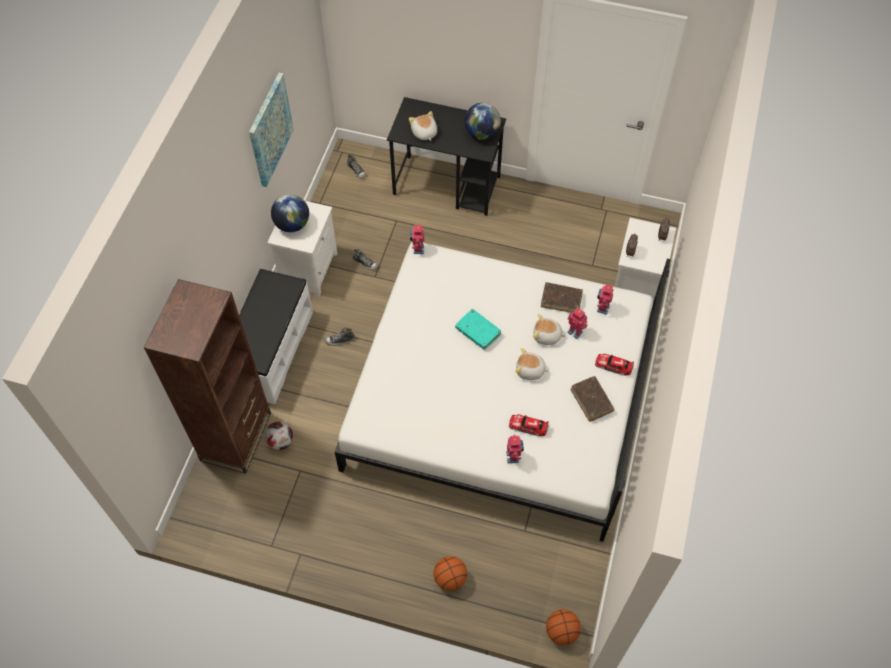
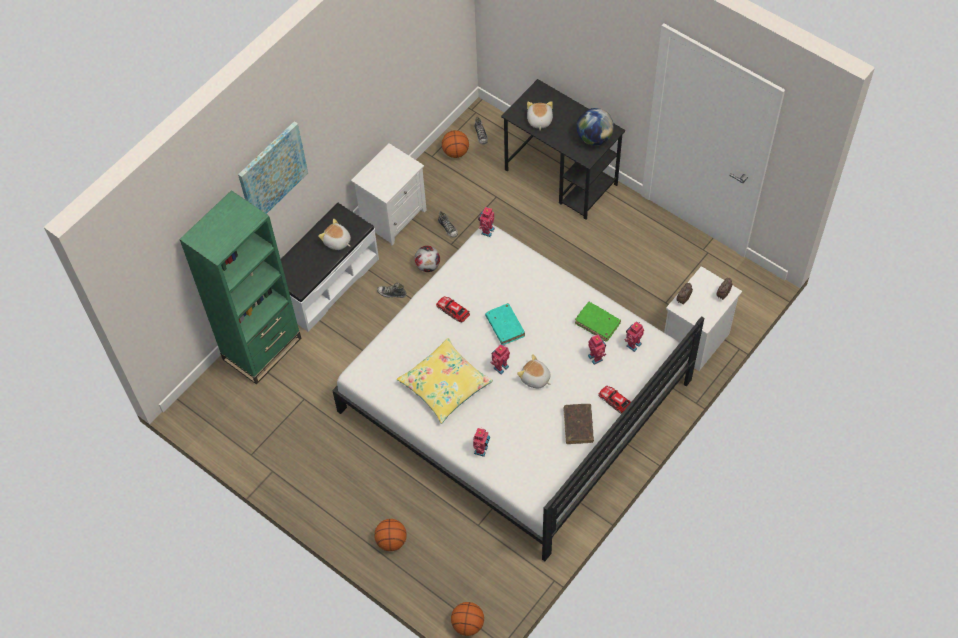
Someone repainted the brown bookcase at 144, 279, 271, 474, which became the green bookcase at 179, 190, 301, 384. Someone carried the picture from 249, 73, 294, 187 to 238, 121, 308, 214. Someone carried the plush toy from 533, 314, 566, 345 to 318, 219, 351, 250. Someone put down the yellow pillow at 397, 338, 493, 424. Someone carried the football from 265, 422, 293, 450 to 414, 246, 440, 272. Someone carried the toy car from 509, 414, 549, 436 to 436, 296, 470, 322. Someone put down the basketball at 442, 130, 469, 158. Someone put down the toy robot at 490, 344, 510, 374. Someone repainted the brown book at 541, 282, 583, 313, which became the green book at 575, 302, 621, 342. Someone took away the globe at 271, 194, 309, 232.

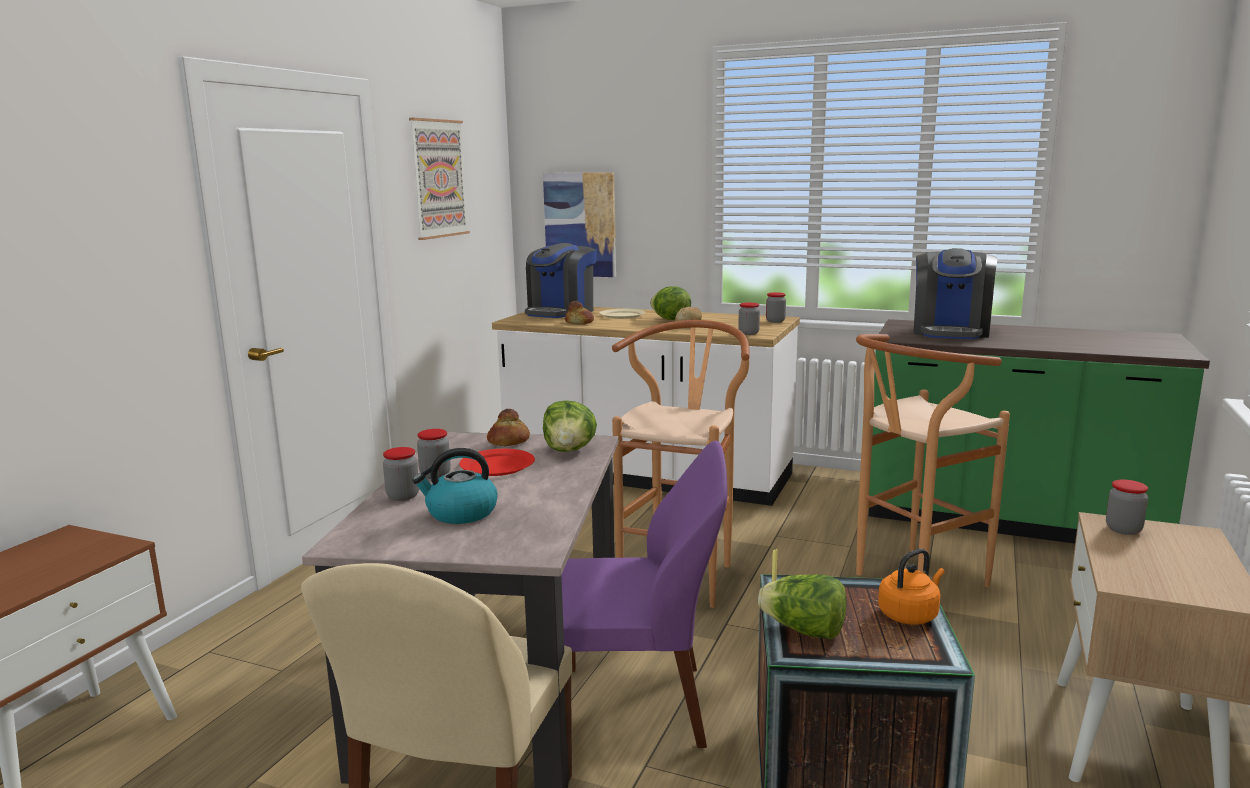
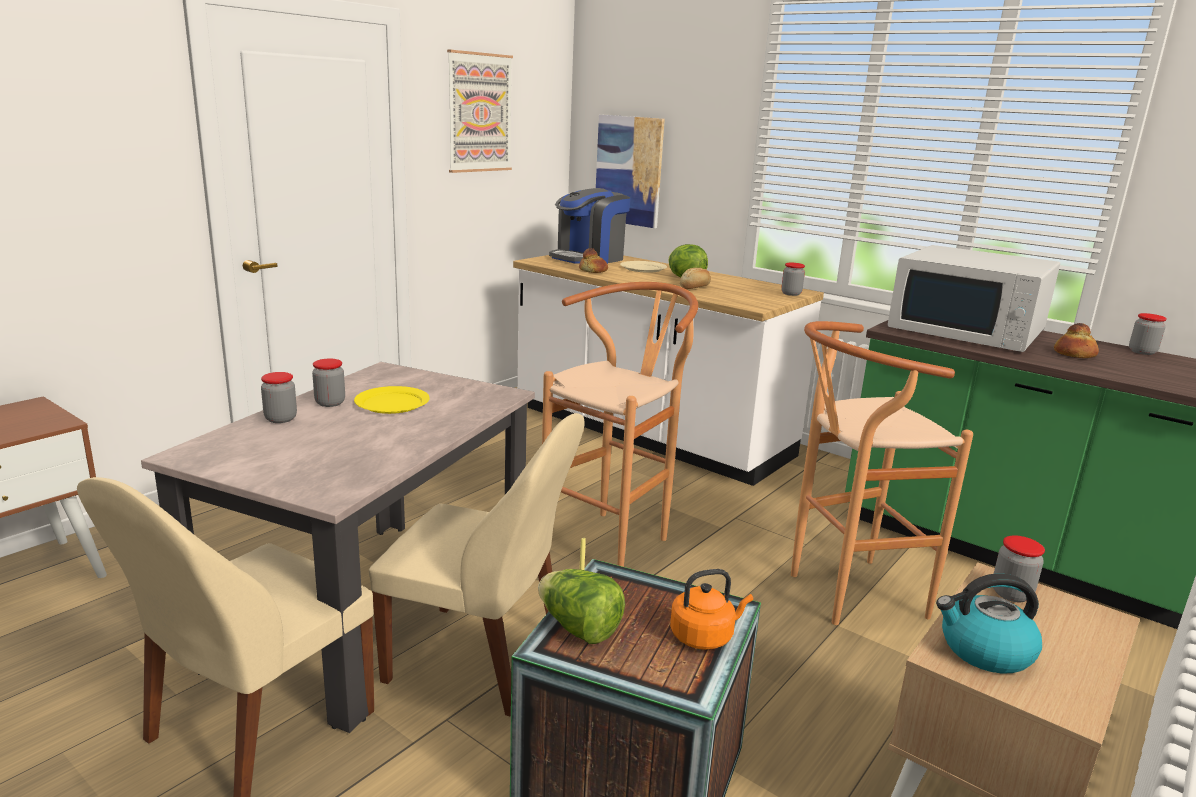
Someone repainted the red plate at 459, 449, 535, 476, which became the yellow plate at 354, 386, 430, 414. Someone repainted the purple chair at 561, 441, 727, 748, which became the beige chair at 369, 413, 585, 717. Someone swapped the coffee machine at 913, 248, 998, 339 for the white microwave at 888, 245, 1060, 352. Someone carried the kettle from 412, 448, 497, 524 to 936, 574, 1042, 673. Someone carried the bread from 487, 409, 530, 446 to 1054, 323, 1099, 358. Someone carried the jar from 738, 302, 760, 335 to 1129, 313, 1167, 355. Someone took away the lettuce at 543, 400, 597, 452.

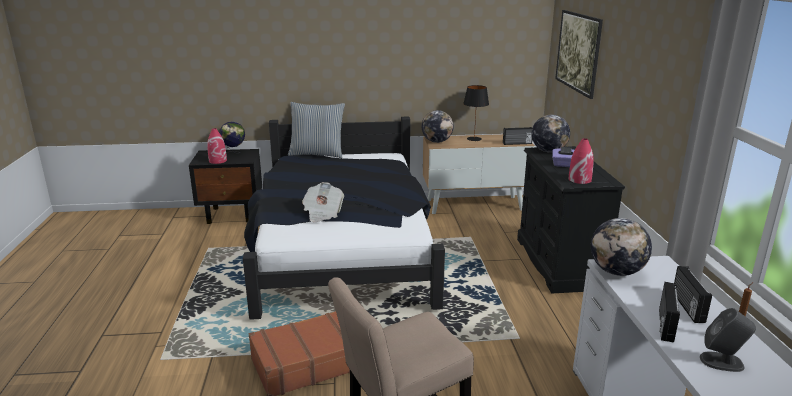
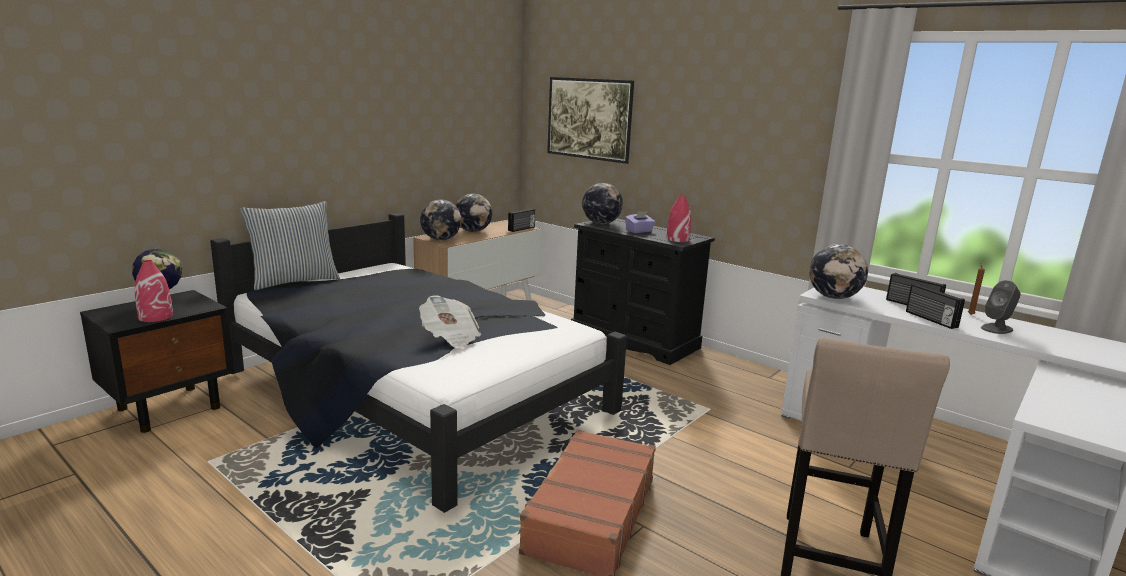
Someone swapped the black table lamp at 463, 85, 489, 141 for the globe at 455, 194, 492, 232.

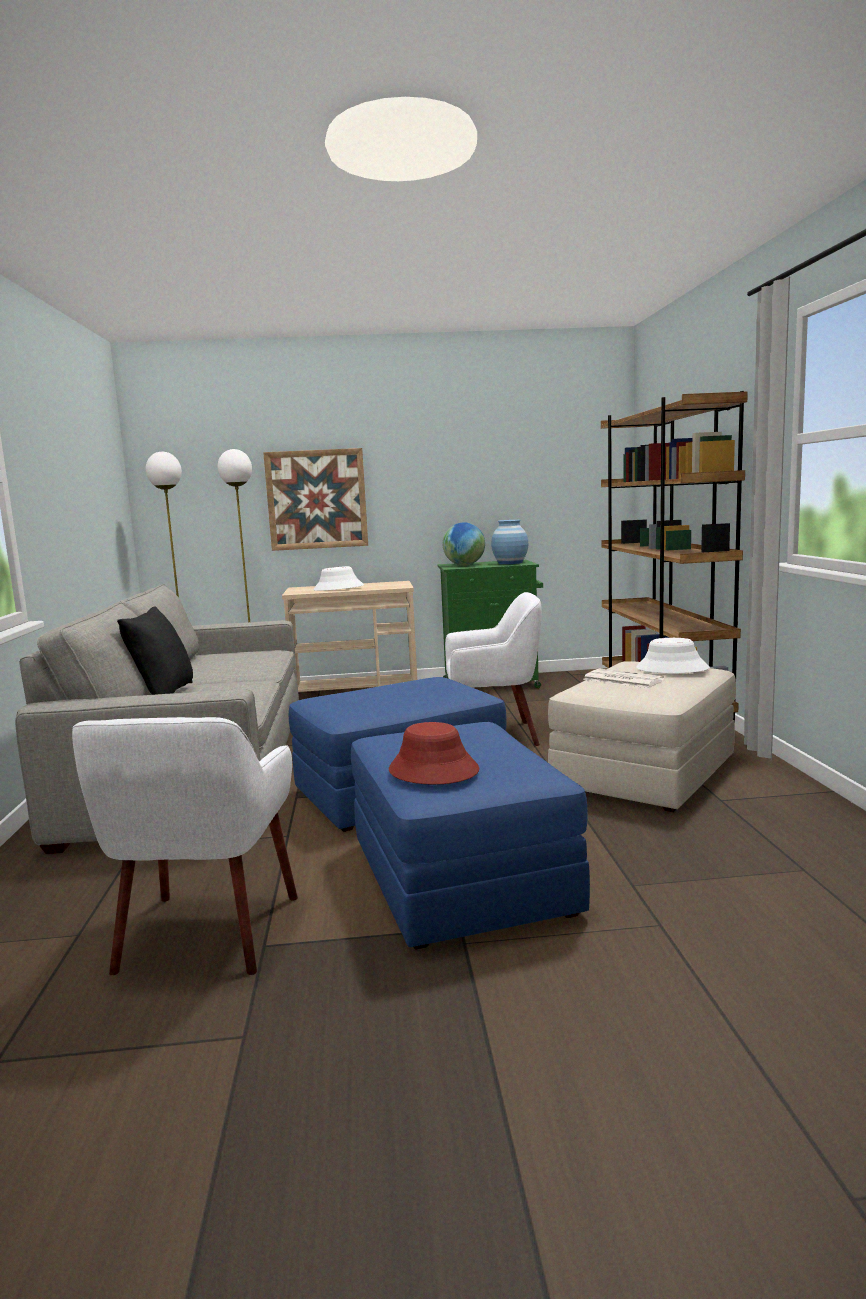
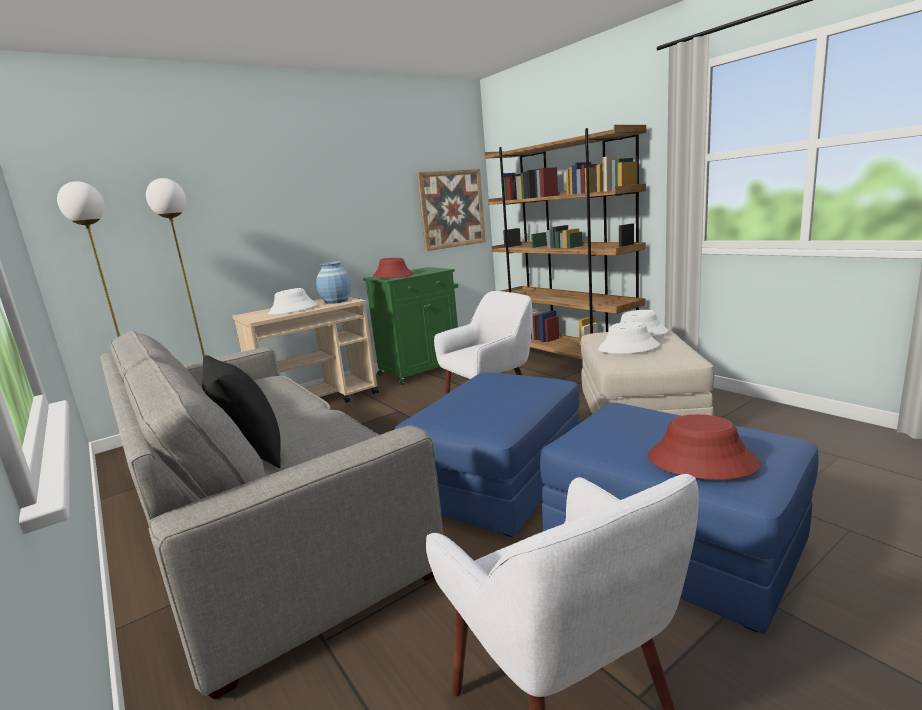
Someone carried the blue vase from 491, 520, 528, 564 to 316, 261, 351, 304. Someone swapped the globe at 443, 522, 485, 565 for the red hat at 373, 258, 414, 278. Someone carried the picture from 263, 448, 368, 551 to 417, 169, 486, 251. Someone swapped the newspaper at 583, 668, 664, 688 for the white hat at 598, 322, 660, 354.

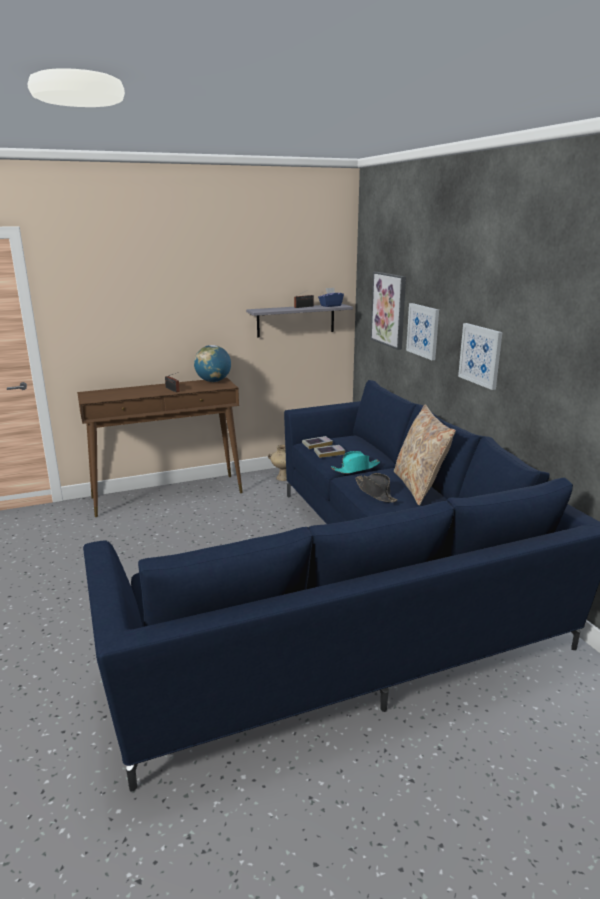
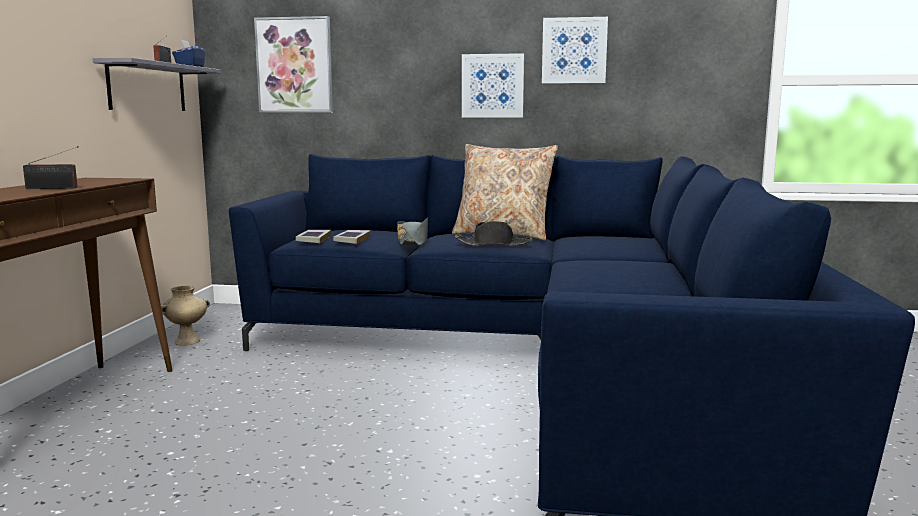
Someone repainted the turquoise hat at 331, 451, 380, 474, which became the grey hat at 397, 218, 428, 246. Someone carried the picture from 406, 303, 439, 360 to 542, 17, 608, 84. Someone took away the globe at 194, 345, 231, 382.

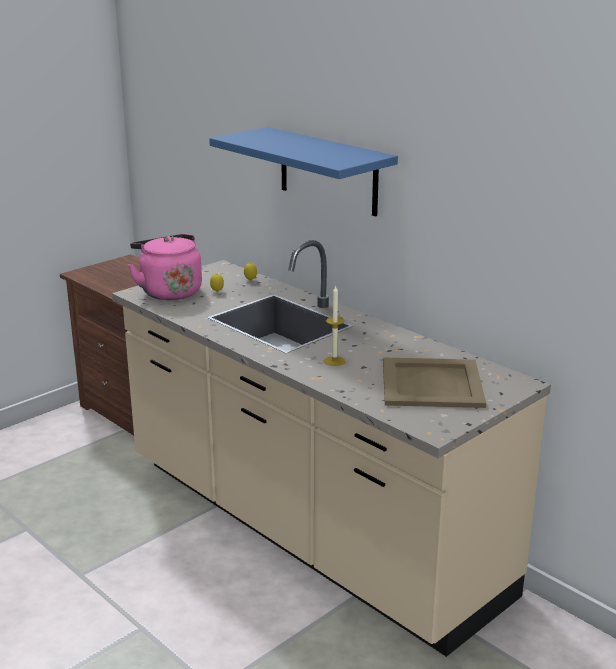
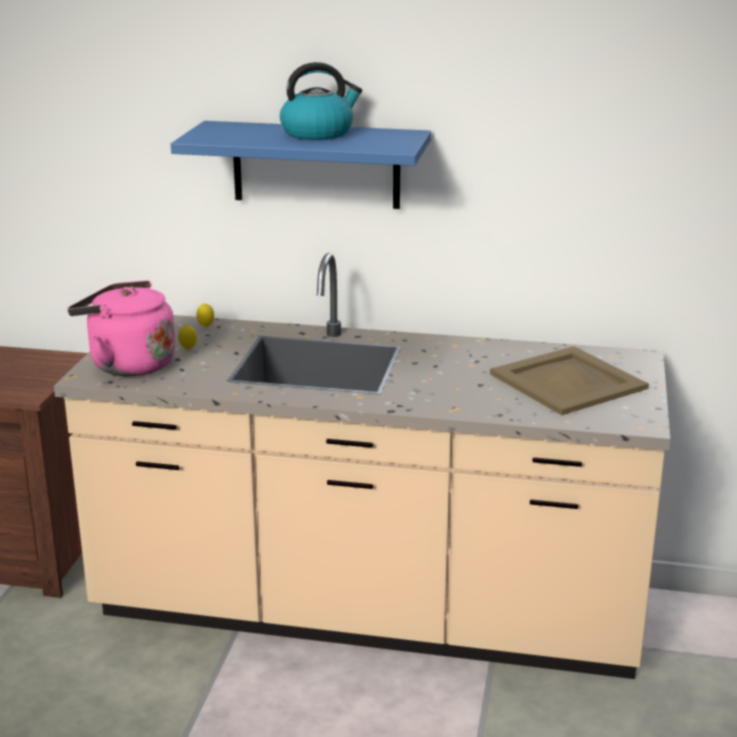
Someone put down the kettle at 280, 62, 362, 140. Someone took away the candle at 324, 285, 345, 366.

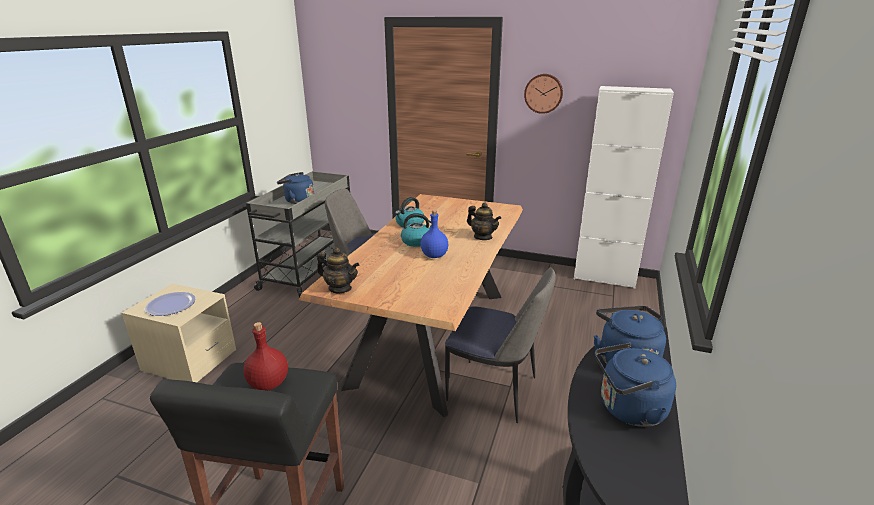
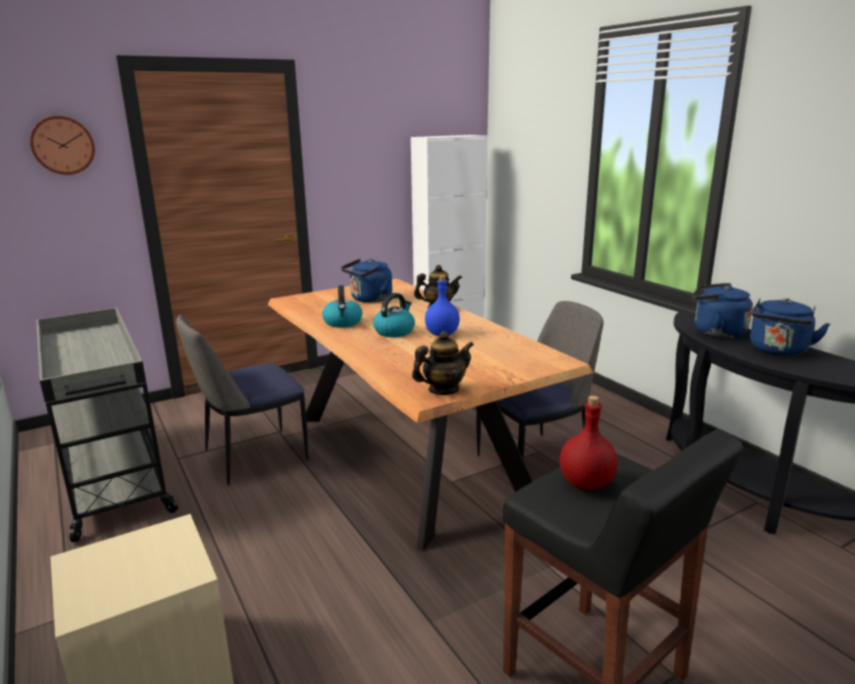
Someone carried the wall clock from 524, 74, 563, 114 to 30, 116, 95, 175. Someone carried the blue kettle from 277, 172, 314, 204 to 341, 259, 392, 303. Someone took away the plate at 145, 292, 195, 316.

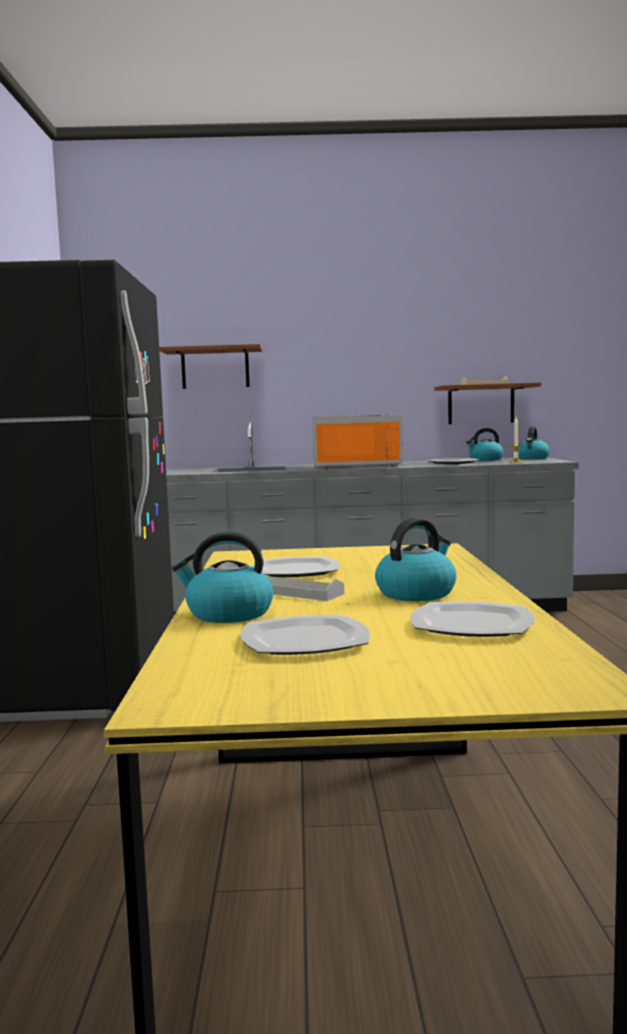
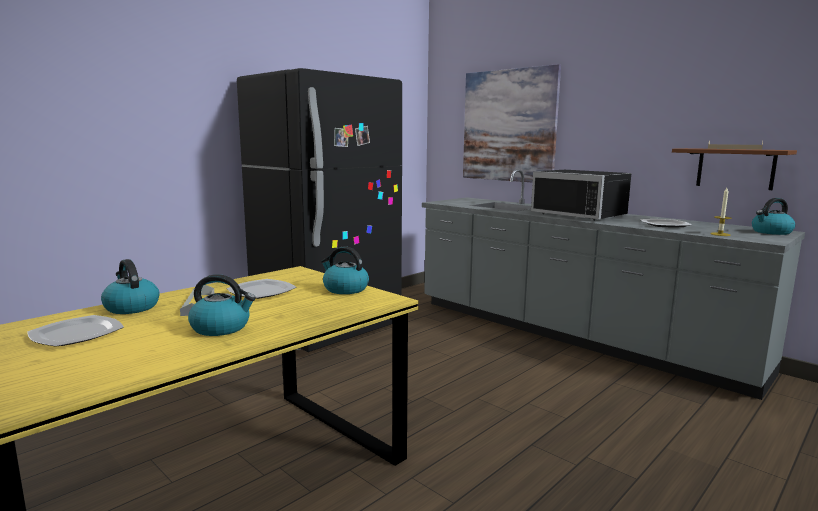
Someone carried the kettle from 466, 428, 504, 461 to 321, 246, 369, 294. Someone swapped the brown shelf at 159, 344, 262, 389 for the picture at 463, 64, 561, 183. Someone repainted the orange microwave at 313, 415, 403, 469, which became the black microwave at 531, 170, 632, 221. Someone took away the plate at 410, 601, 535, 637.

